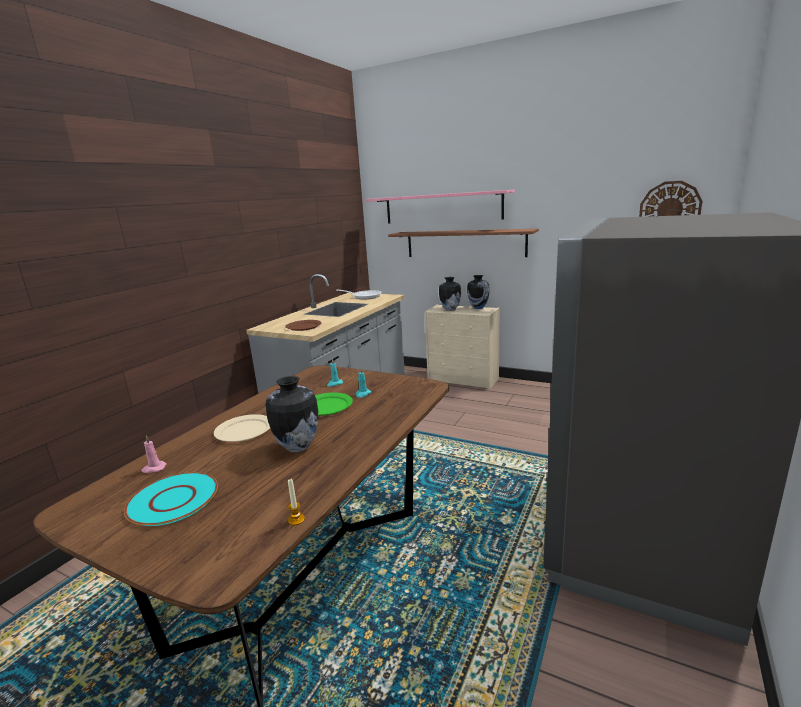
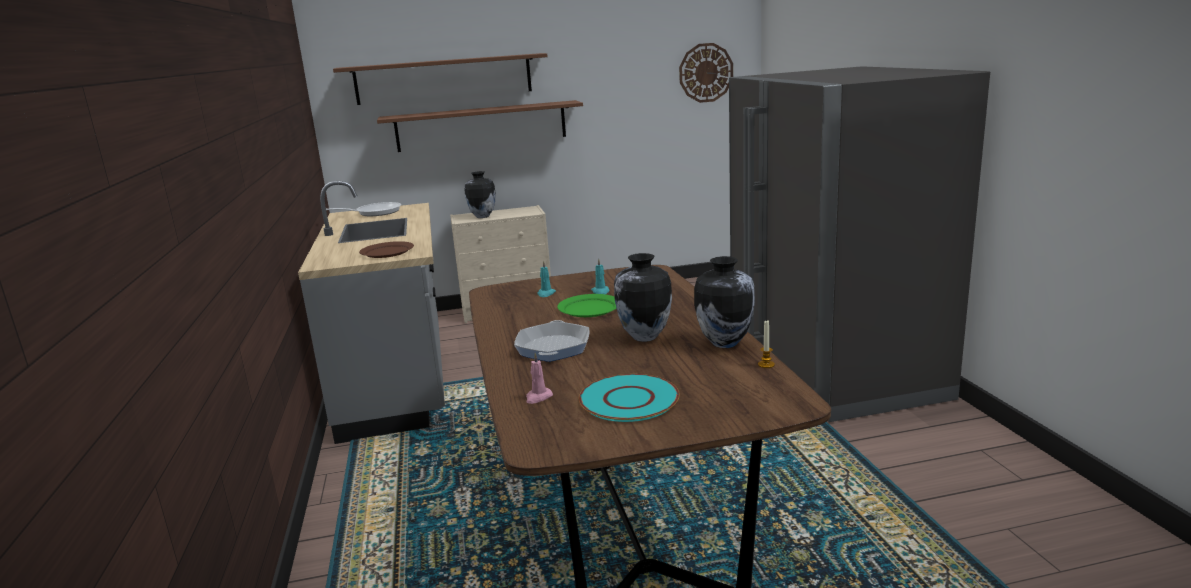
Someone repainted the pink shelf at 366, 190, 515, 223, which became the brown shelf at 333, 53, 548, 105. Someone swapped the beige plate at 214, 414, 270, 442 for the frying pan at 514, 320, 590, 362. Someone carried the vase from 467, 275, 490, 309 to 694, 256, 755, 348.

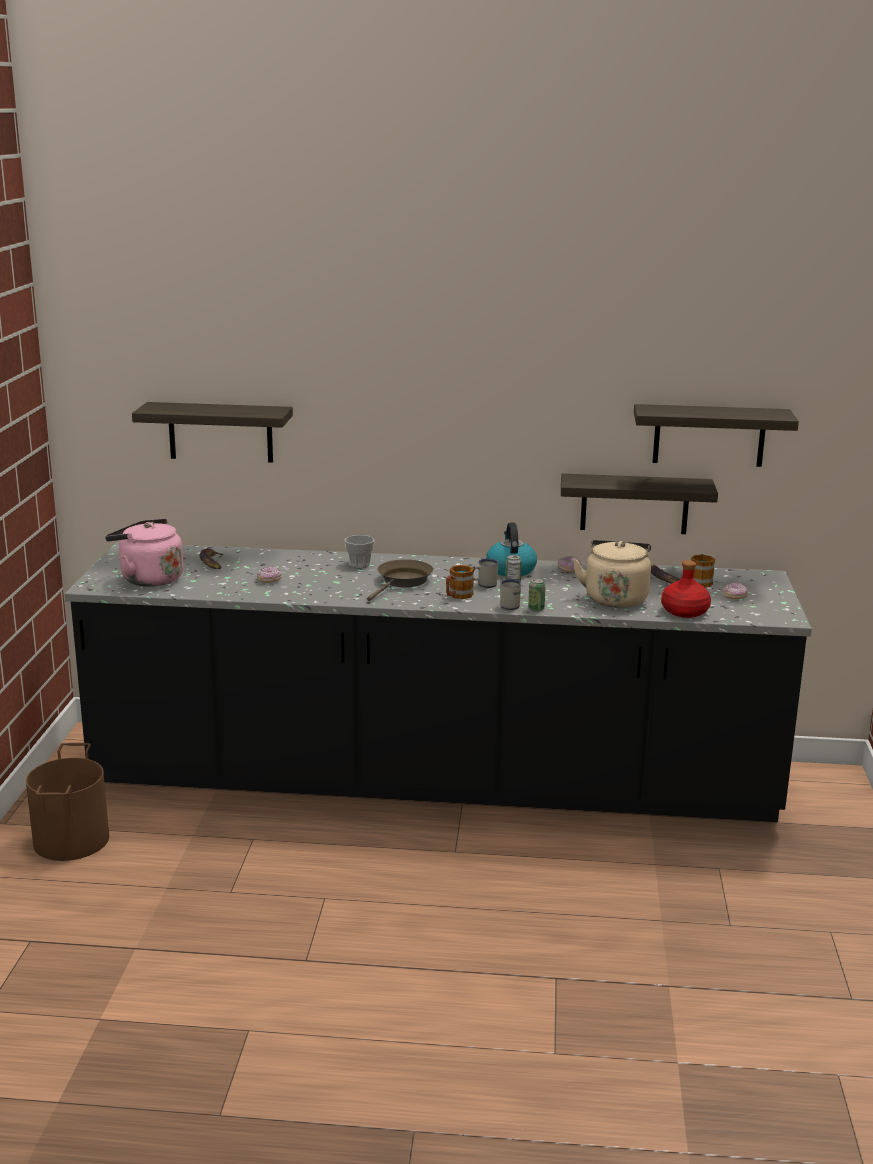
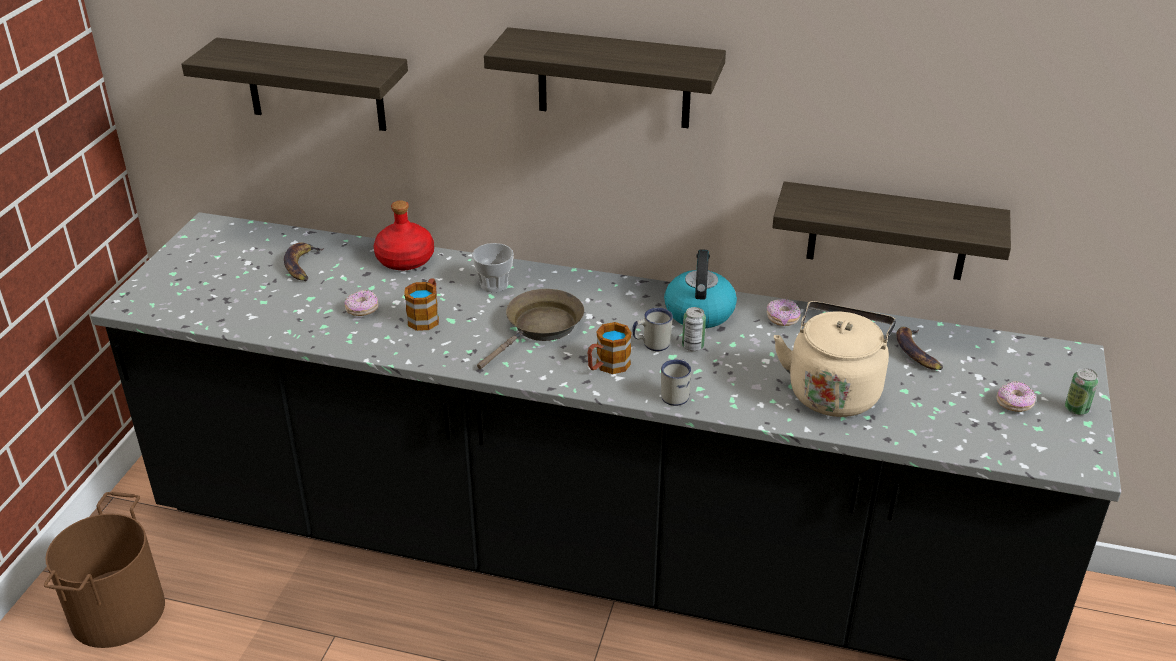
Someone carried the red bottle from 661, 560, 711, 618 to 374, 201, 434, 270. Someone carried the mug from 691, 554, 715, 588 to 404, 278, 439, 331. Someone carried the shelf from 634, 404, 799, 467 to 484, 27, 726, 128. Someone carried the can from 528, 578, 546, 612 to 1065, 368, 1098, 415. Someone took away the pink kettle at 105, 519, 183, 587.

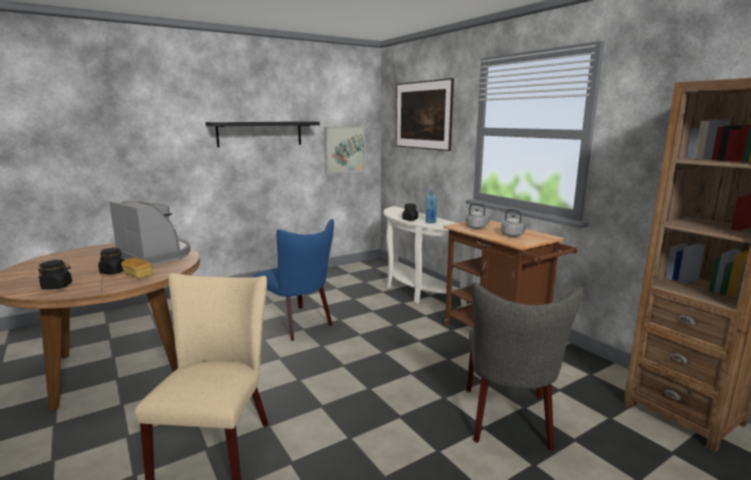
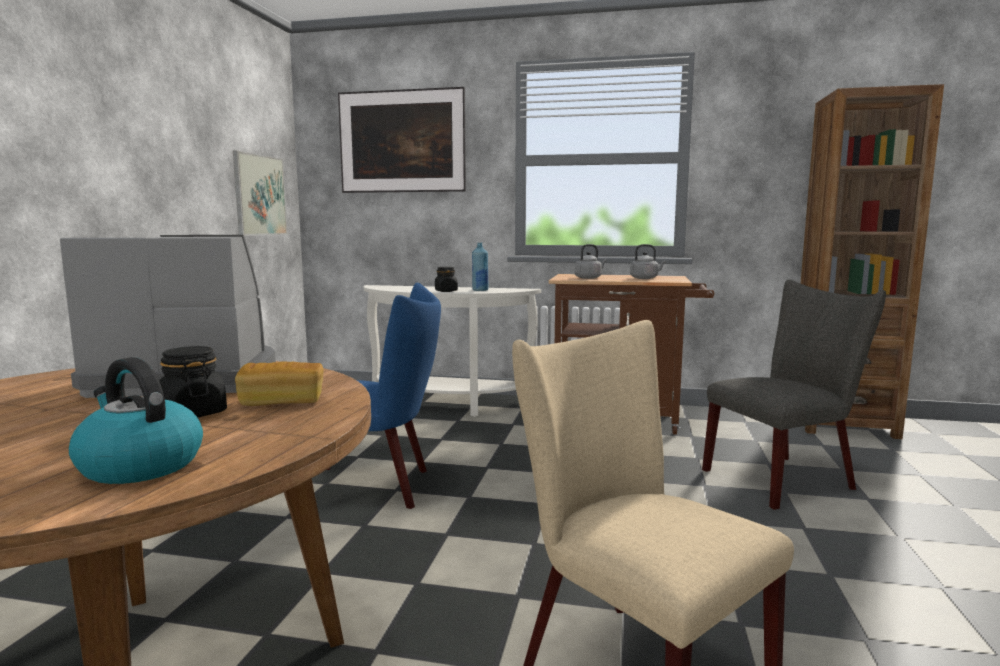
Someone swapped the black jar at 38, 260, 72, 289 for the kettle at 69, 357, 203, 484. Someone rotated the grey chair at 466, 282, 583, 451 by 75 degrees counterclockwise. Someone took away the black shelf at 205, 122, 320, 147.

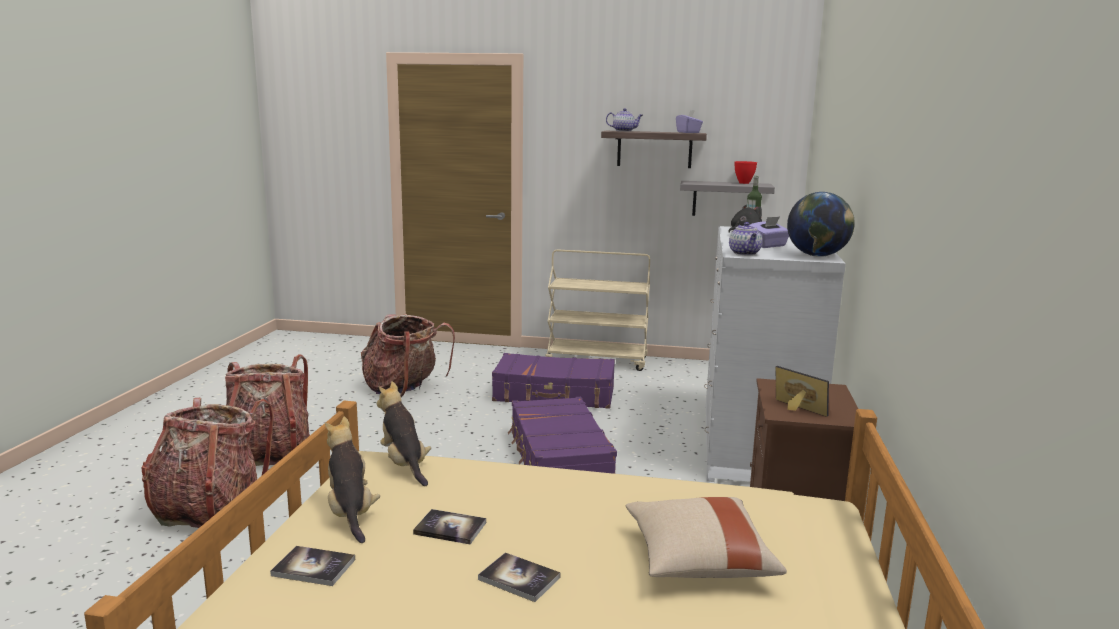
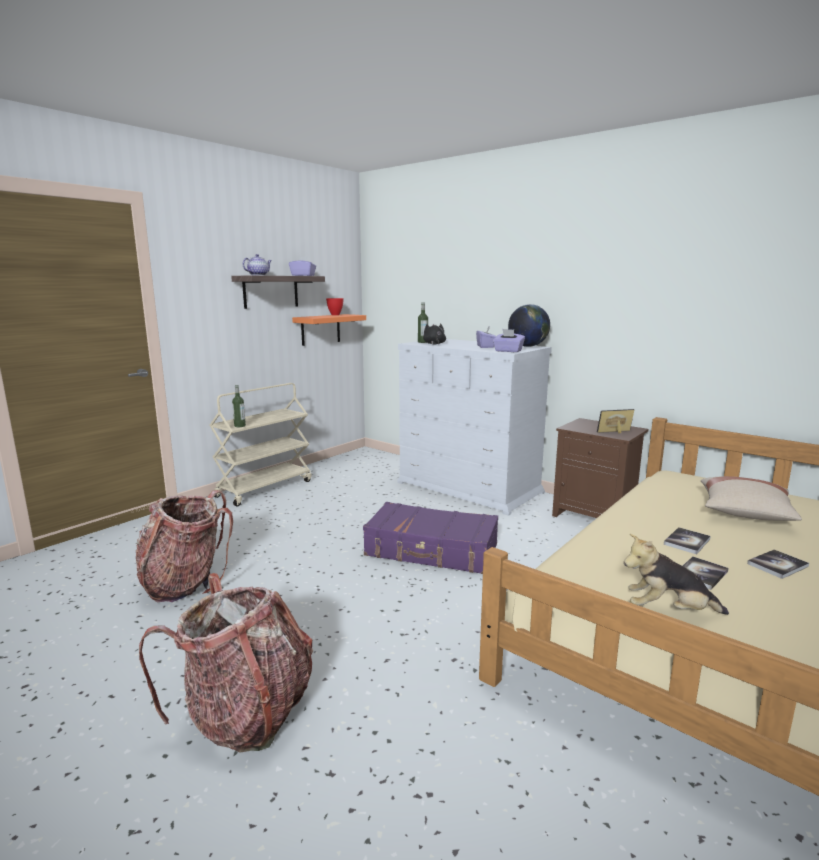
Someone put down the bottle at 232, 385, 246, 427. Someone repainted the grey shelf at 680, 181, 775, 216, which became the orange shelf at 292, 314, 366, 346. Someone swapped the teapot at 729, 222, 762, 256 for the purple tissue box at 493, 329, 525, 352. Someone carried the book from 270, 546, 355, 586 to 664, 527, 711, 554. Someone took away the backpack at 141, 398, 274, 528. Someone took away the plush toy at 377, 381, 431, 486. Someone took away the purple suitcase at 492, 353, 615, 409.

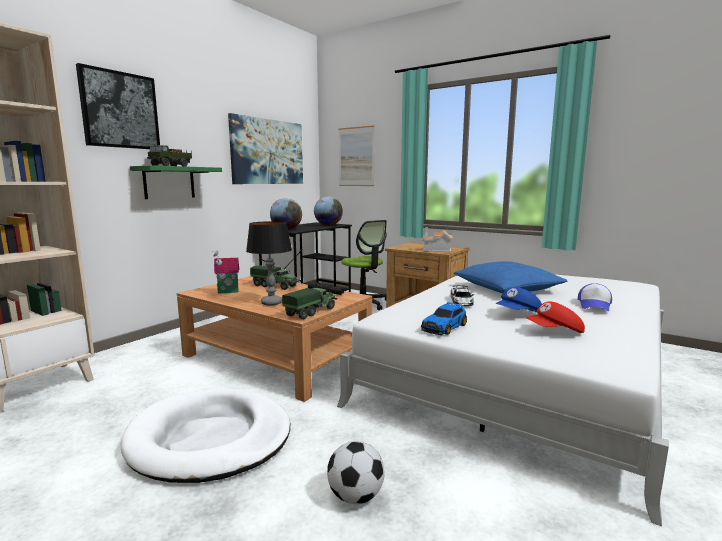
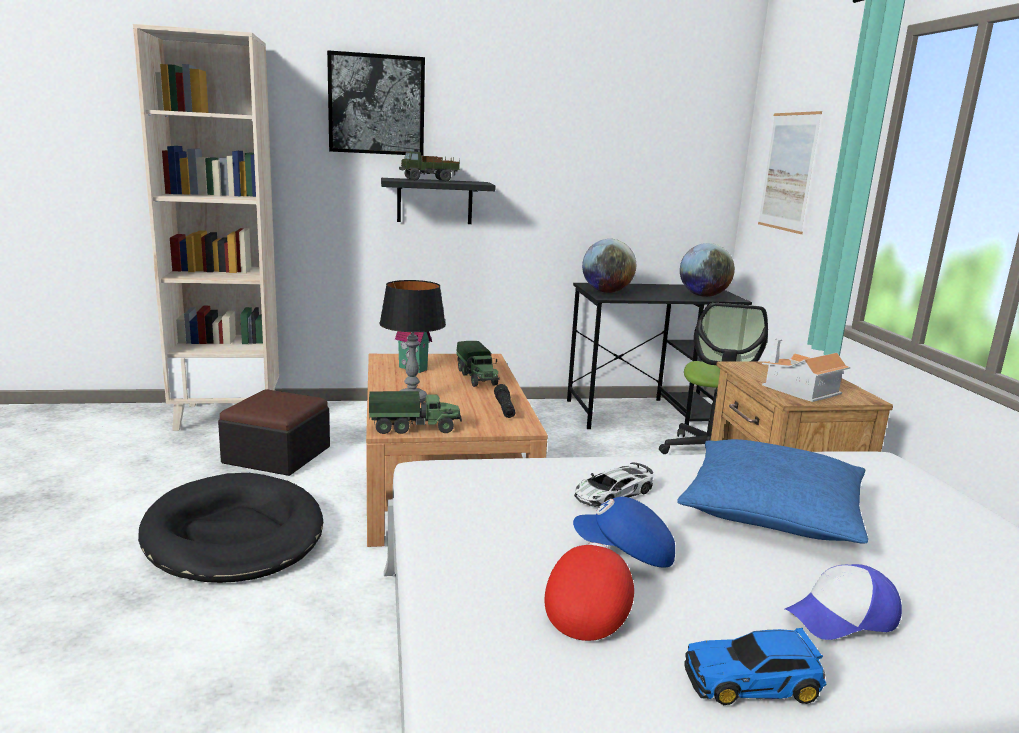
Someone repainted the white dog bed at 121, 389, 290, 483, which became the black dog bed at 138, 473, 323, 583. Someone put down the ottoman at 218, 389, 330, 476. Someone repainted the green shelf at 130, 165, 222, 199, which became the black shelf at 381, 178, 495, 224. Someone rotated the red cap at 526, 302, 585, 333 by 75 degrees clockwise. Someone carried the toy car from 421, 302, 467, 335 to 684, 628, 827, 705. Someone took away the picture at 228, 113, 303, 184. Someone took away the football at 327, 441, 385, 504.

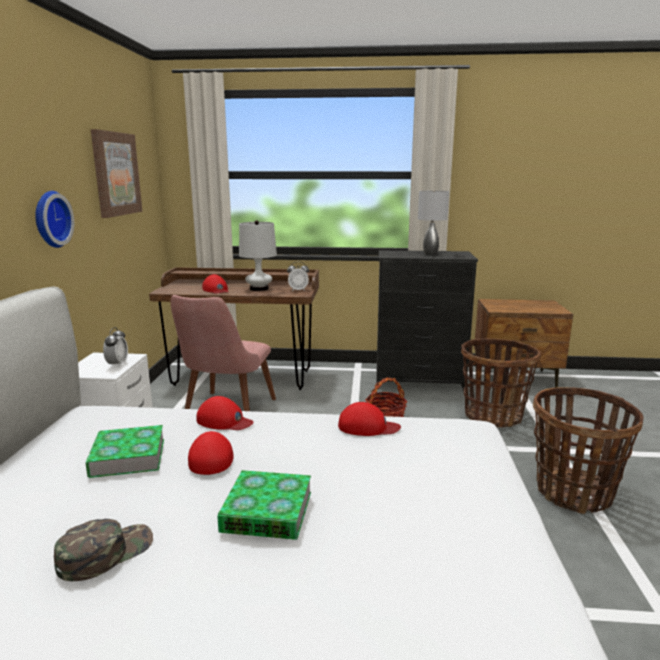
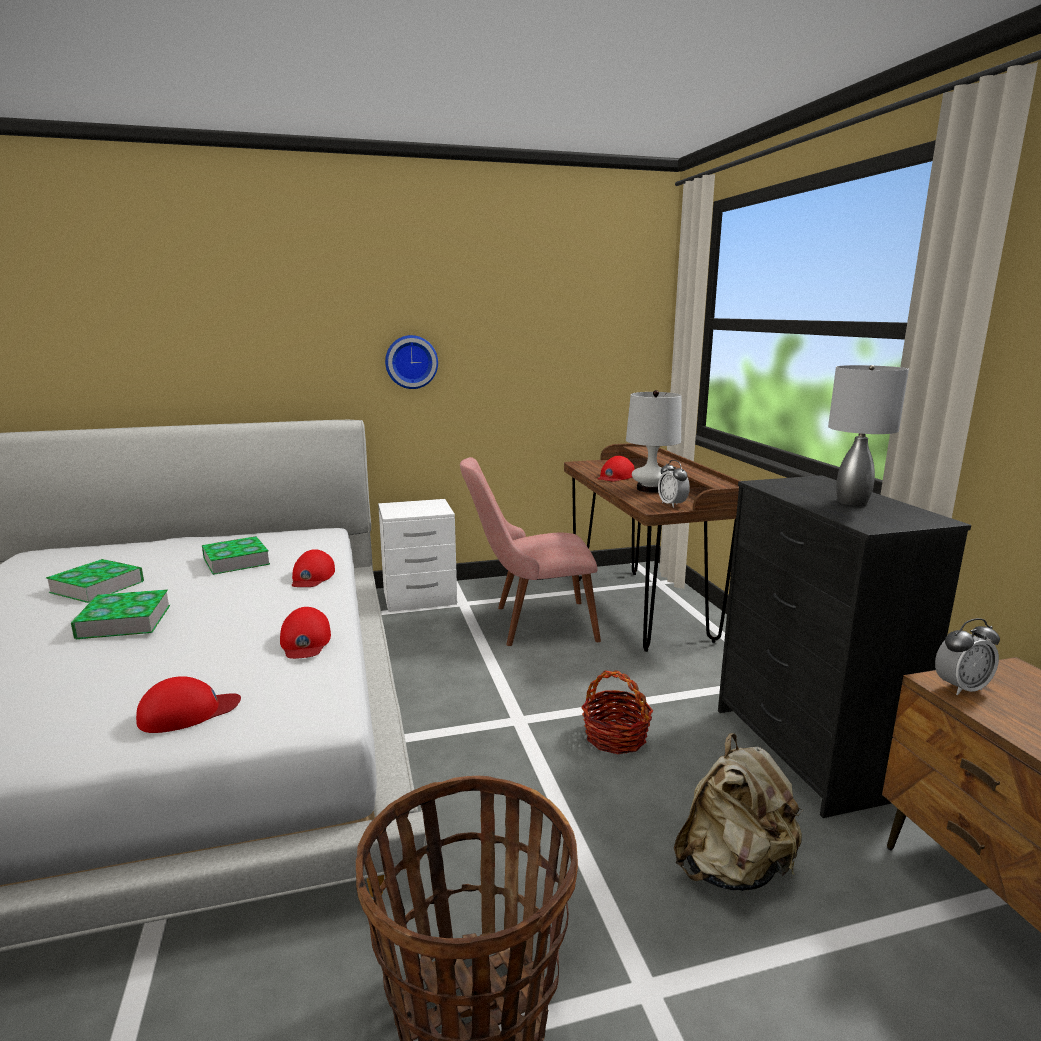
Someone swapped the green cap at 54, 519, 153, 581 for the book at 46, 559, 144, 603. Someone carried the red cap from 188, 431, 234, 475 to 136, 676, 241, 733. Someone swapped the basket at 461, 338, 541, 427 for the beige backpack at 674, 733, 803, 891. Someone carried the alarm clock from 103, 327, 128, 368 to 935, 618, 1000, 696. Someone took away the picture at 91, 129, 142, 218.

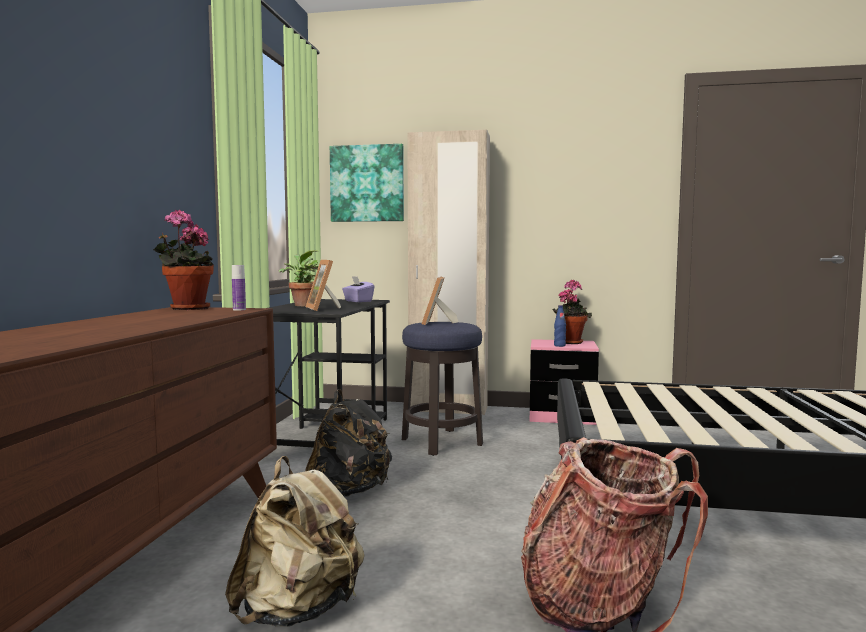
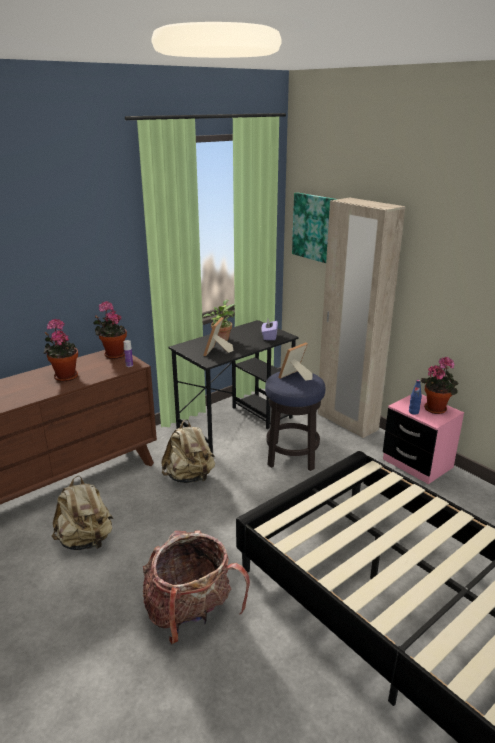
Someone put down the potted plant at 43, 319, 78, 382. Someone repainted the black backpack at 305, 389, 392, 497, which became the beige backpack at 161, 419, 215, 483.

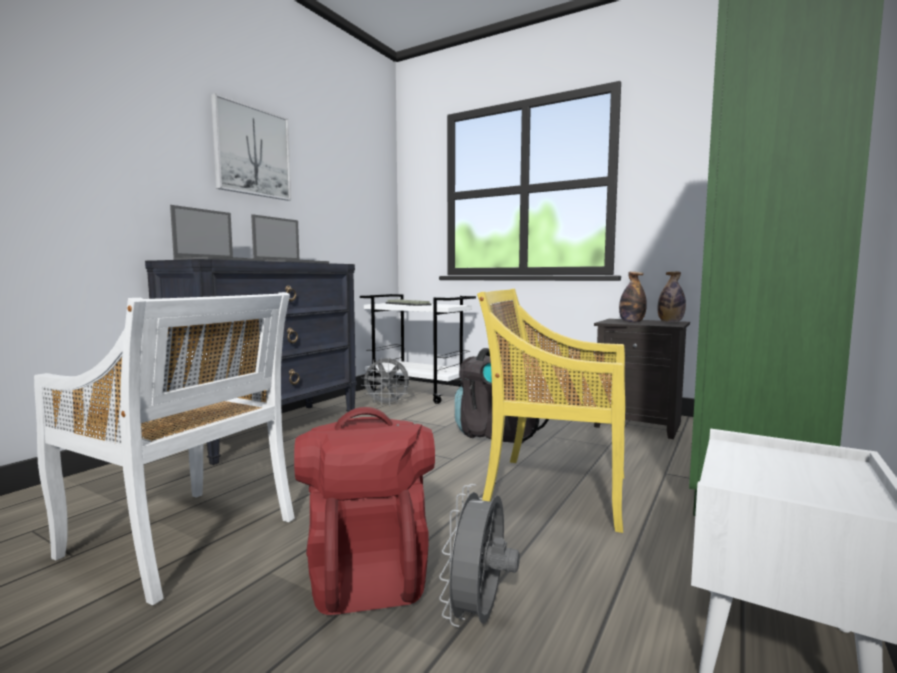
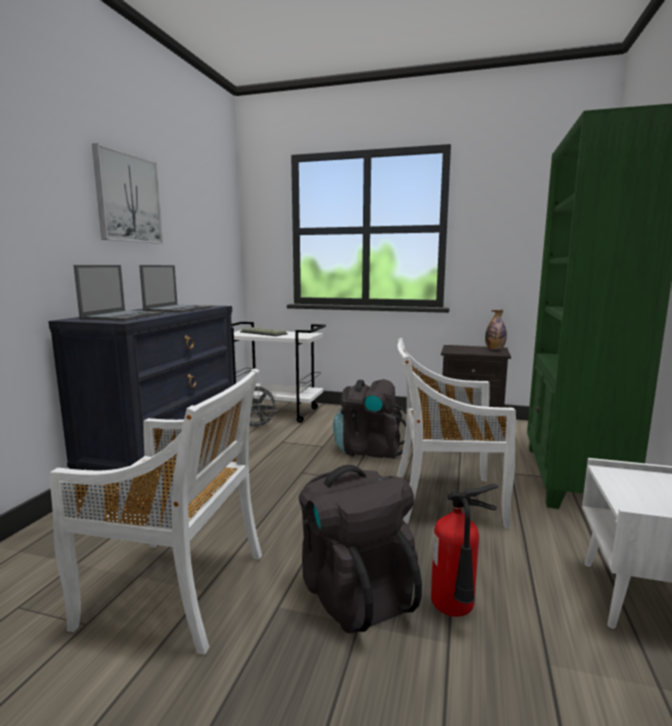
Someone repainted the red backpack at 294, 407, 435, 615, which became the black backpack at 299, 465, 422, 634. Someone repainted the yellow chair at 477, 288, 625, 533, which became the white chair at 397, 338, 516, 529. Someone swapped the grey fan at 439, 484, 520, 627 for the fire extinguisher at 431, 484, 498, 617. Someone took away the bottle at 619, 272, 647, 323.

